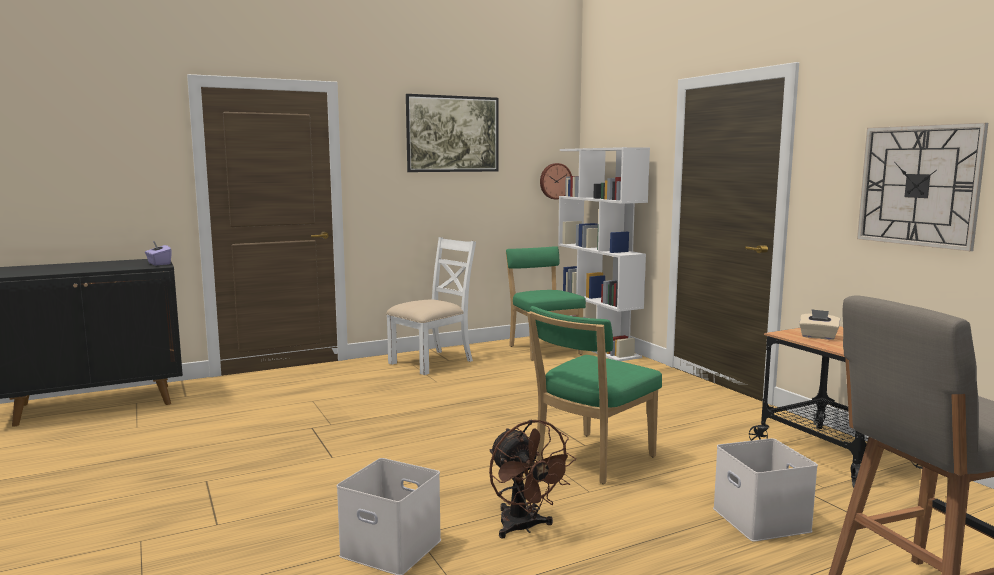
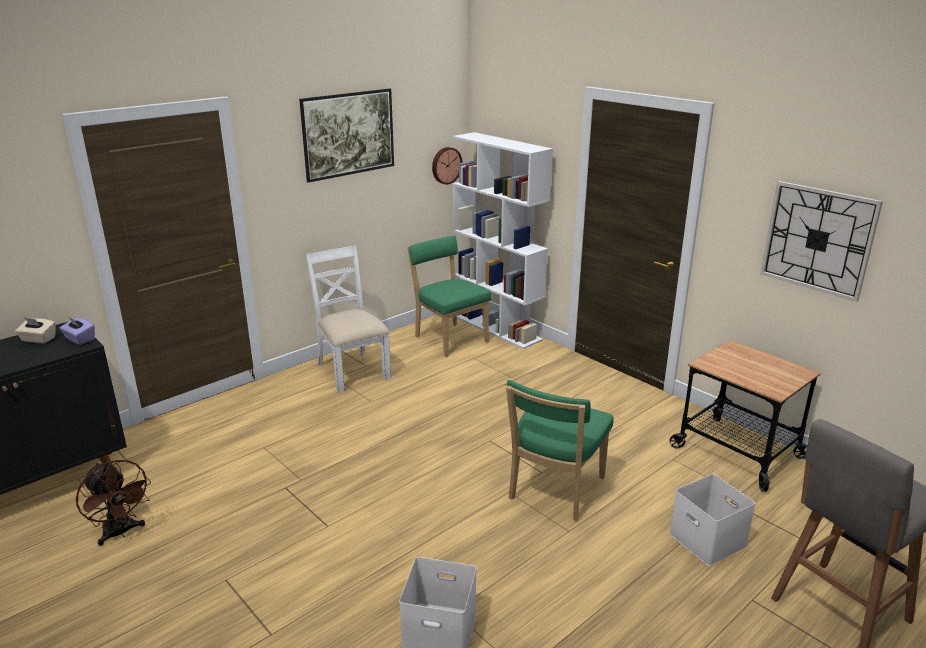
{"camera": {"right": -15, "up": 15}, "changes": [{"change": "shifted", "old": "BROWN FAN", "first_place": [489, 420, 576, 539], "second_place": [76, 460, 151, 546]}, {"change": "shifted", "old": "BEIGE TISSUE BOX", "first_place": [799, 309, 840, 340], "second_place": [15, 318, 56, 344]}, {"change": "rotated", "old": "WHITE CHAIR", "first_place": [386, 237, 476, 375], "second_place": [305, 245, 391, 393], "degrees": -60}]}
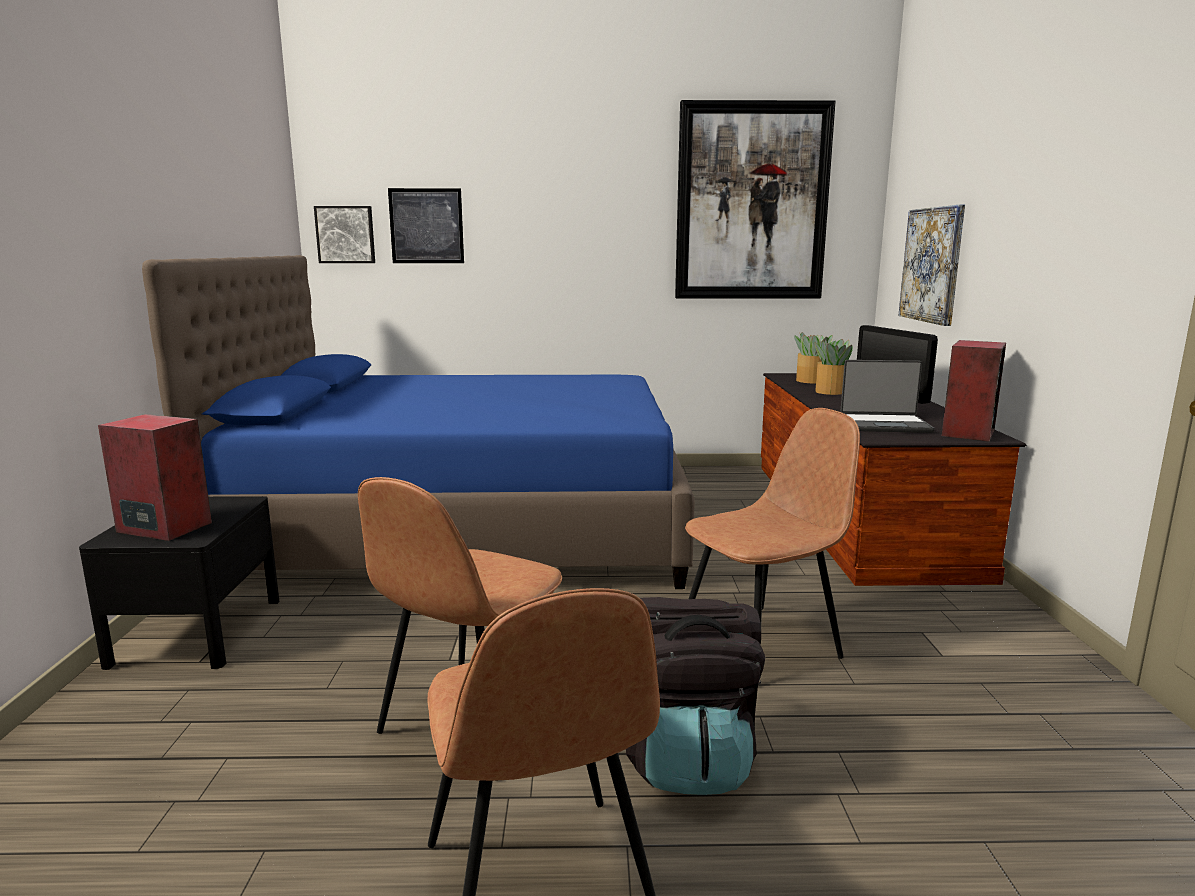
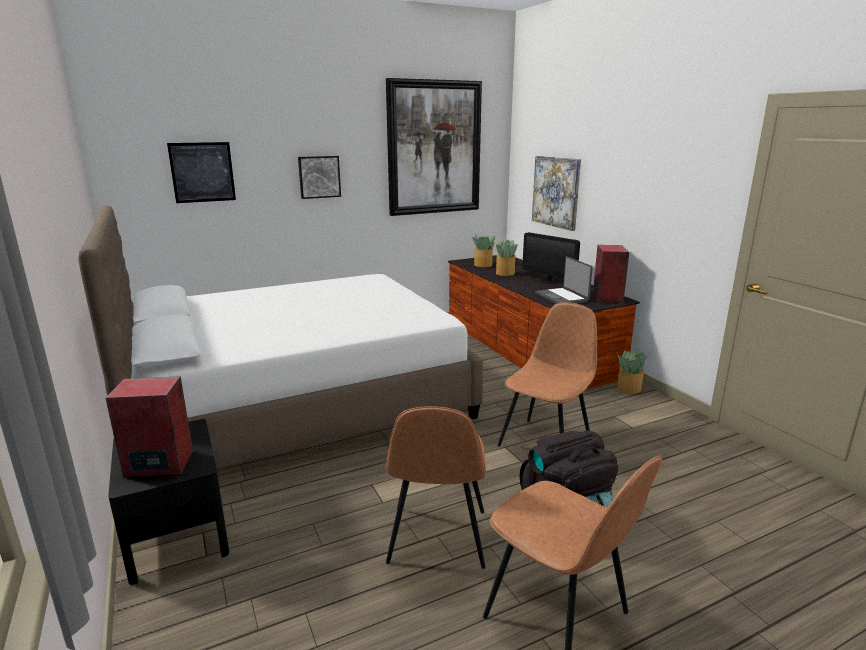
{"camera": {"right": -25, "up": 5}, "changes": [{"change": "new", "new": "POTTED PLANT", "second_place": [617, 350, 647, 393]}, {"change": "shifted", "old": "PICTURE", "first_place": [314, 206, 375, 263], "second_place": [298, 156, 341, 199]}, {"change": "repainted", "old": "BLUE BED", "new": "WHITE BED", "first_place": [142, 255, 695, 589], "second_place": [78, 205, 483, 468]}, {"change": "rotated", "old": "LAPTOP", "first_place": [840, 360, 934, 433], "second_place": [535, 256, 593, 304], "degrees": 90}]}
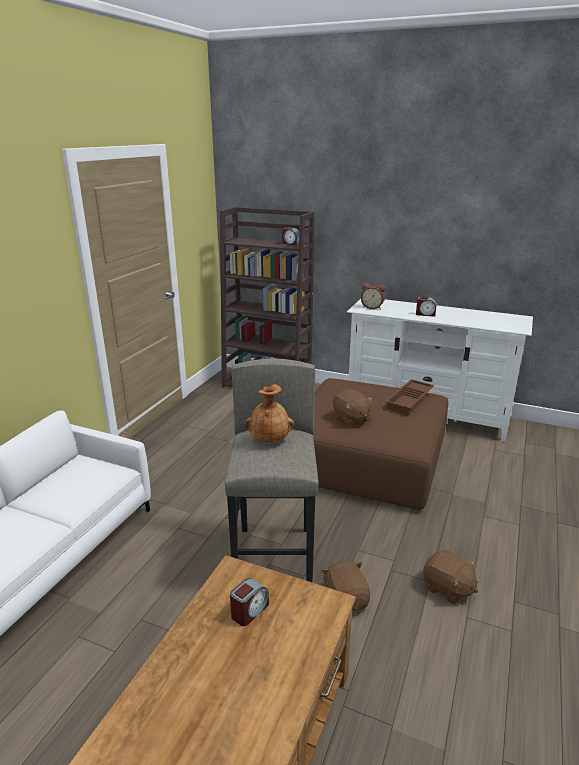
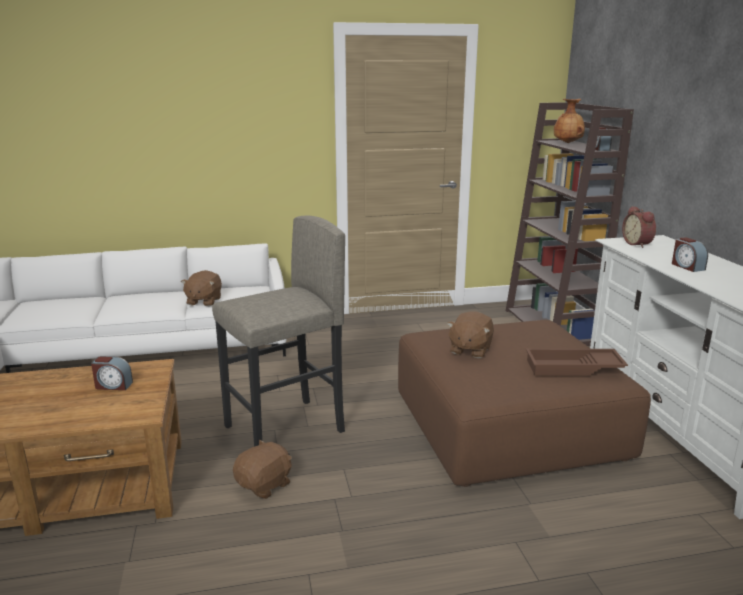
{"camera": {"right": 55, "up": -5}, "changes": [{"change": "shifted", "old": "BROWN VASE", "first_place": [245, 384, 294, 442], "second_place": [554, 99, 585, 143]}, {"change": "shifted", "old": "BROWN PLUSH TOY", "first_place": [423, 550, 478, 605], "second_place": [181, 270, 222, 306]}]}
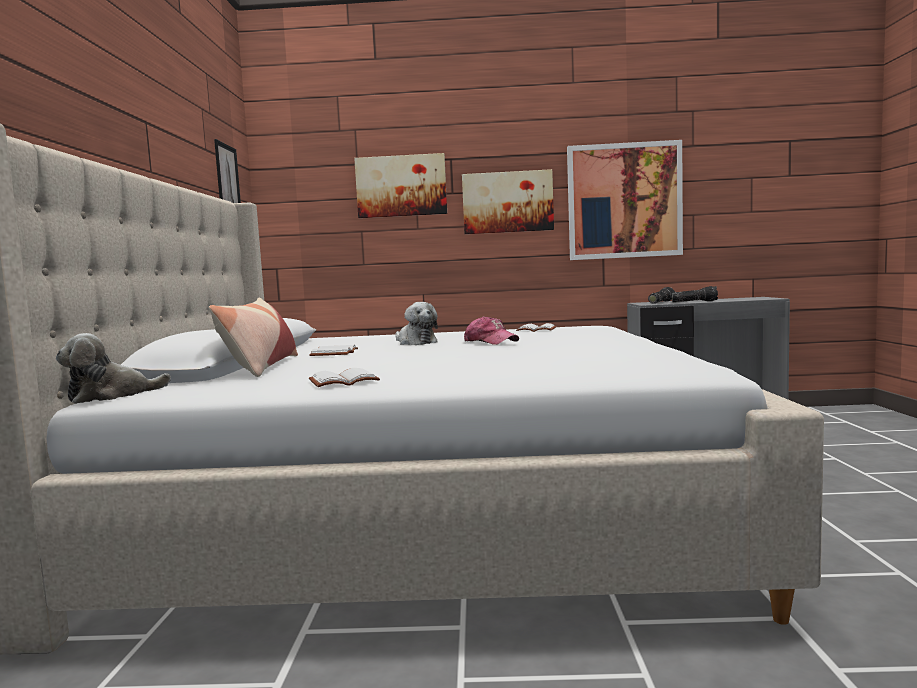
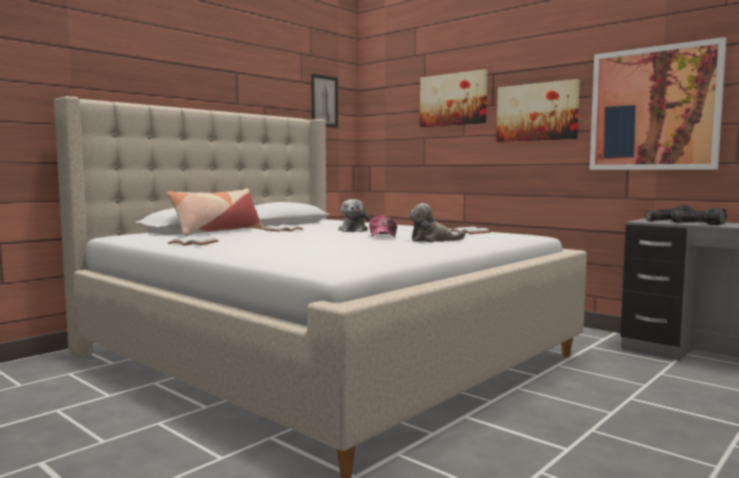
{"camera": {"right": 40, "up": 0}, "changes": [{"change": "shifted", "old": "PLUSH TOY", "first_place": [56, 333, 171, 404], "second_place": [408, 203, 465, 242]}]}
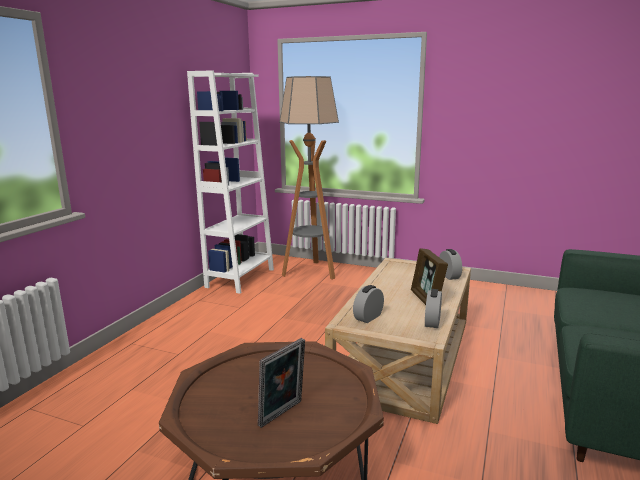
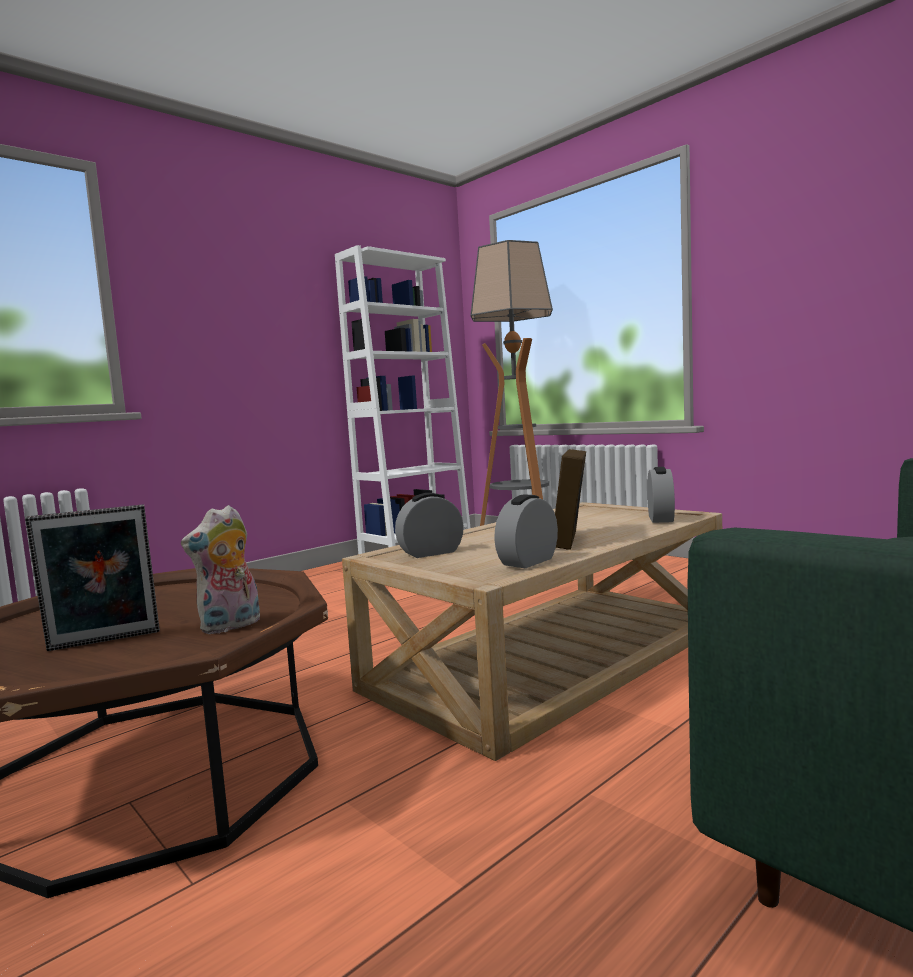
{"camera": {"right": 25, "up": -10}, "changes": [{"change": "new", "new": "PLUSH TOY", "second_place": [181, 505, 260, 634]}]}
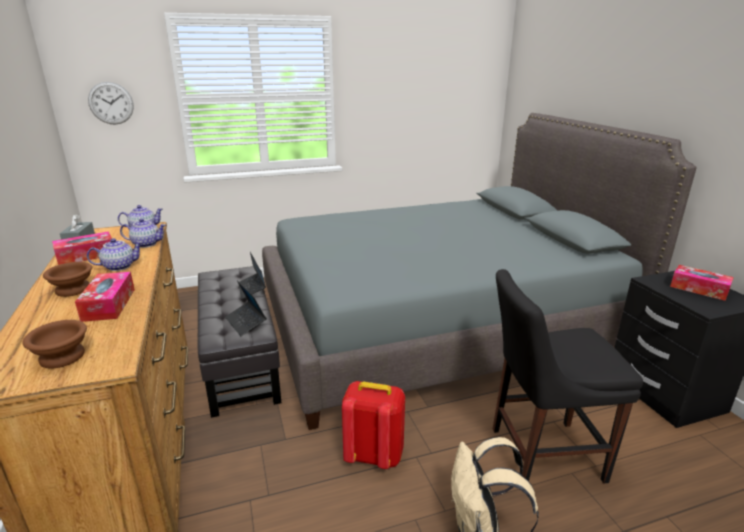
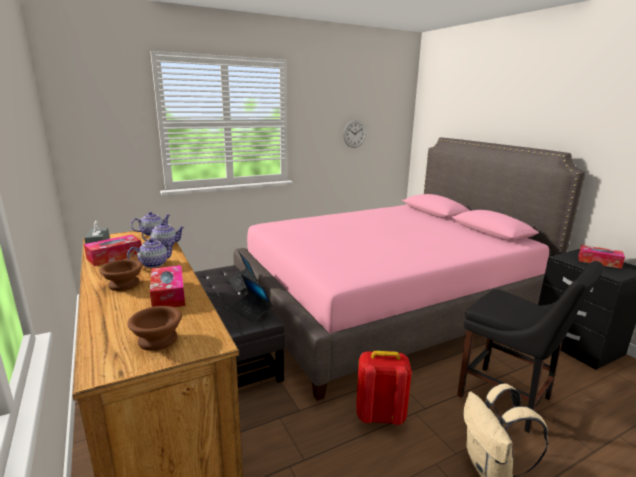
{"camera": {"right": -10, "up": -5}, "changes": [{"change": "shifted", "old": "WALL CLOCK", "first_place": [88, 82, 134, 125], "second_place": [343, 120, 366, 148]}, {"change": "repainted", "old": "GREY BED", "new": "PINK BED", "first_place": [262, 113, 697, 430], "second_place": [234, 137, 586, 401]}, {"change": "rotated", "old": "BLACK CHAIR", "first_place": [493, 269, 643, 483], "second_place": [457, 261, 603, 433], "degrees": -120}]}
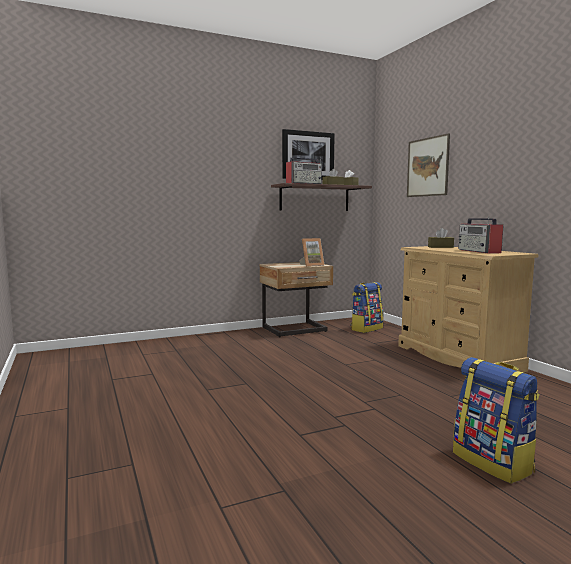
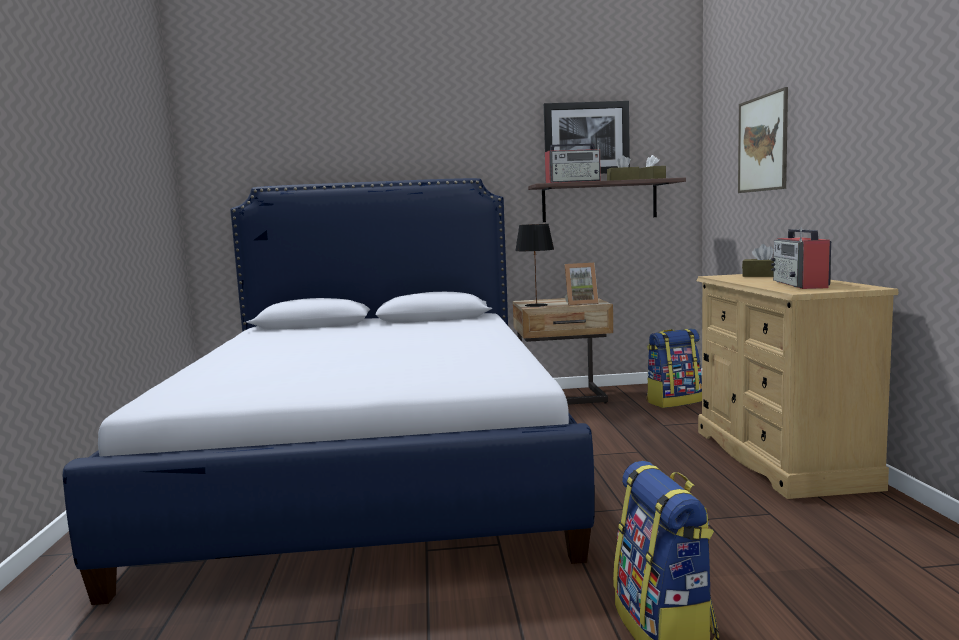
{"camera": {"right": 20, "up": 0}, "changes": [{"change": "new", "new": "BED", "second_place": [63, 178, 595, 605]}, {"change": "new", "new": "BLACK TABLE LAMP", "second_place": [515, 224, 554, 307]}]}
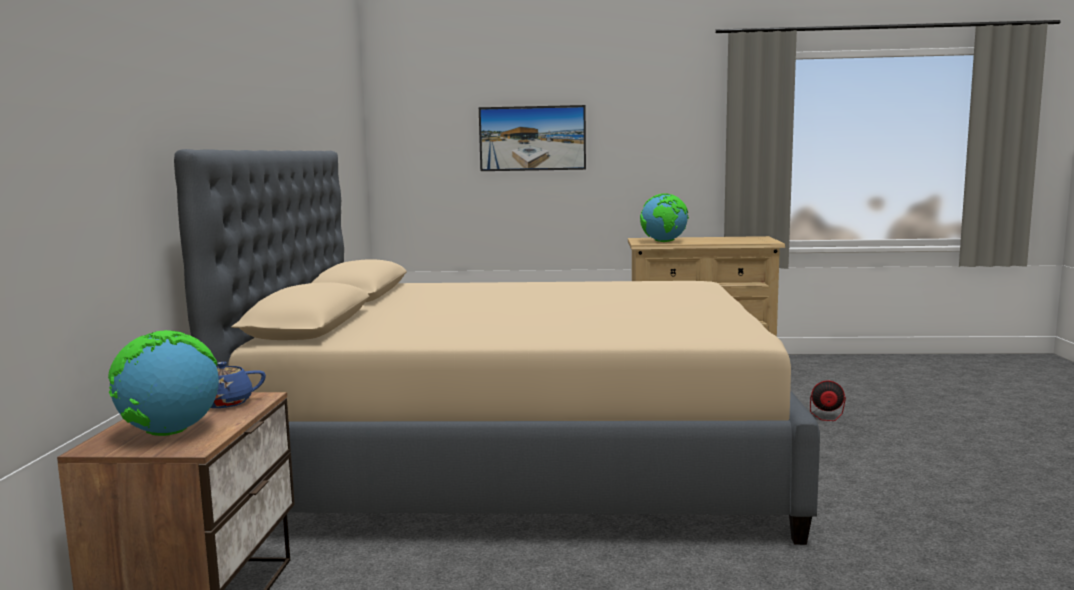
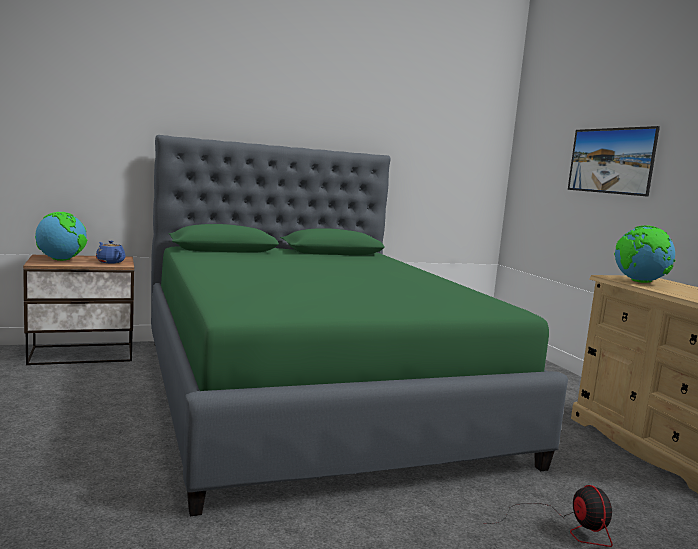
{"camera": {"right": 65, "up": 0}, "changes": [{"change": "repainted", "old": "BEIGE BED", "new": "GREEN BED", "first_place": [174, 149, 820, 545], "second_place": [151, 135, 568, 516]}]}
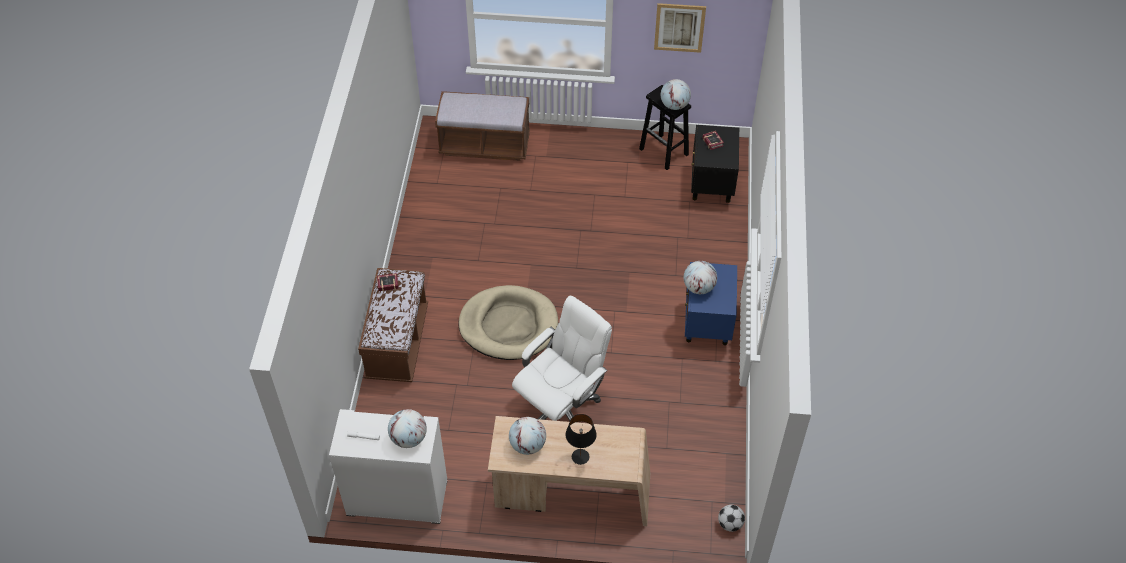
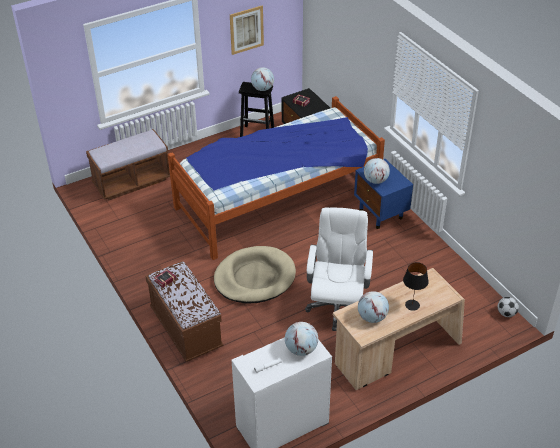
{"camera": {"right": -35, "up": -10}, "changes": [{"change": "new", "new": "BED", "second_place": [168, 96, 385, 260]}]}
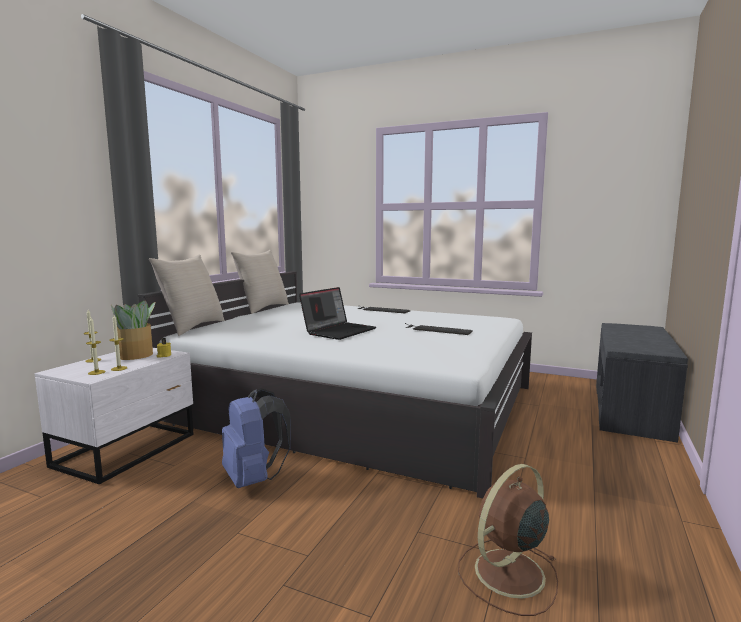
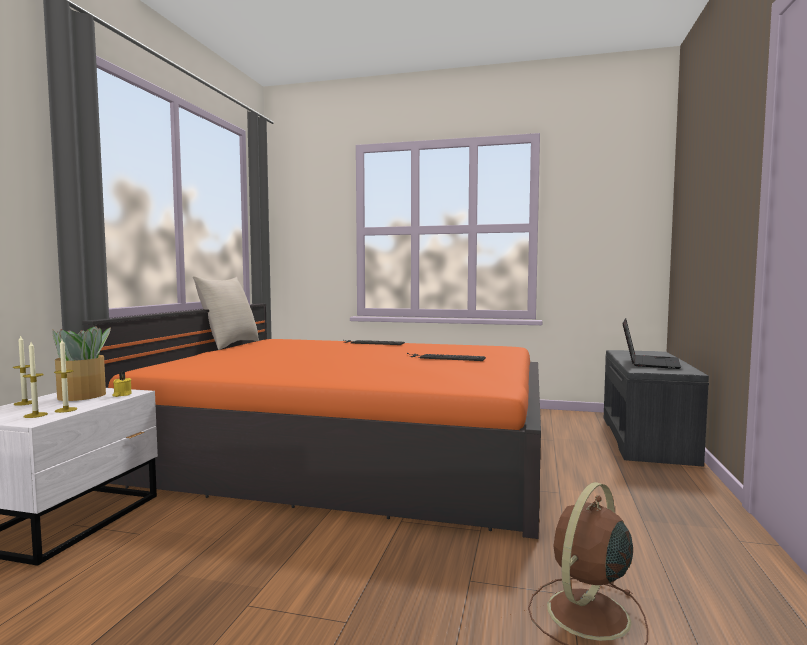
{"camera": {"right": -10, "up": -5}, "changes": [{"change": "gone", "old": "BEIGE PILLOW", "first_place": [149, 254, 225, 336]}, {"change": "gone", "old": "BLUE BACKPACK", "first_place": [222, 388, 291, 488]}, {"change": "shifted", "old": "LAPTOP", "first_place": [299, 287, 376, 340], "second_place": [622, 318, 681, 369]}, {"change": "repainted", "old": "WHITE BED", "new": "ORANGE BED", "first_place": [137, 271, 532, 499], "second_place": [82, 304, 541, 539]}]}
